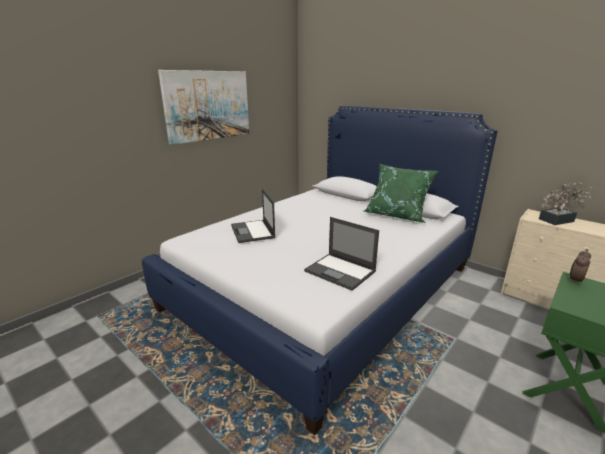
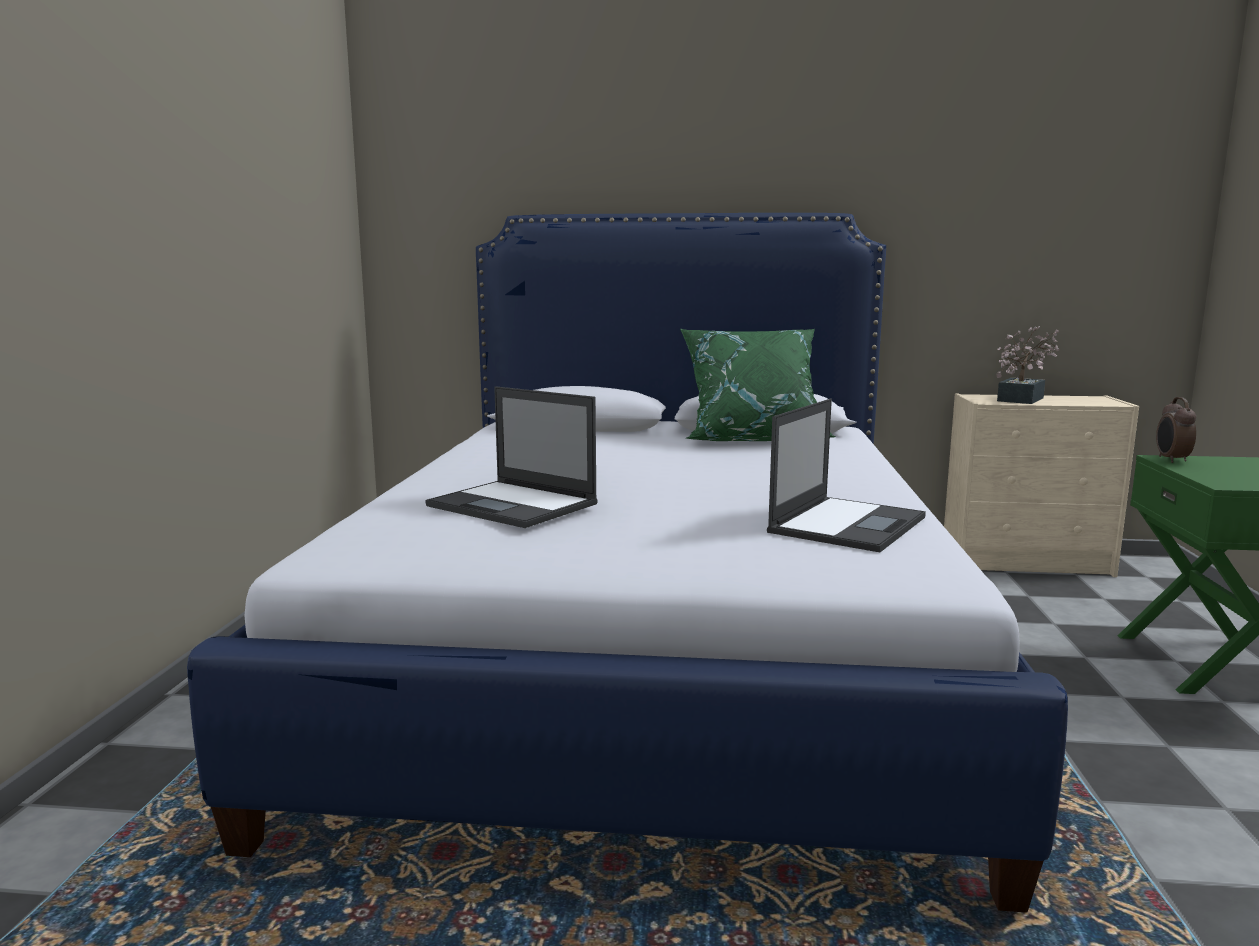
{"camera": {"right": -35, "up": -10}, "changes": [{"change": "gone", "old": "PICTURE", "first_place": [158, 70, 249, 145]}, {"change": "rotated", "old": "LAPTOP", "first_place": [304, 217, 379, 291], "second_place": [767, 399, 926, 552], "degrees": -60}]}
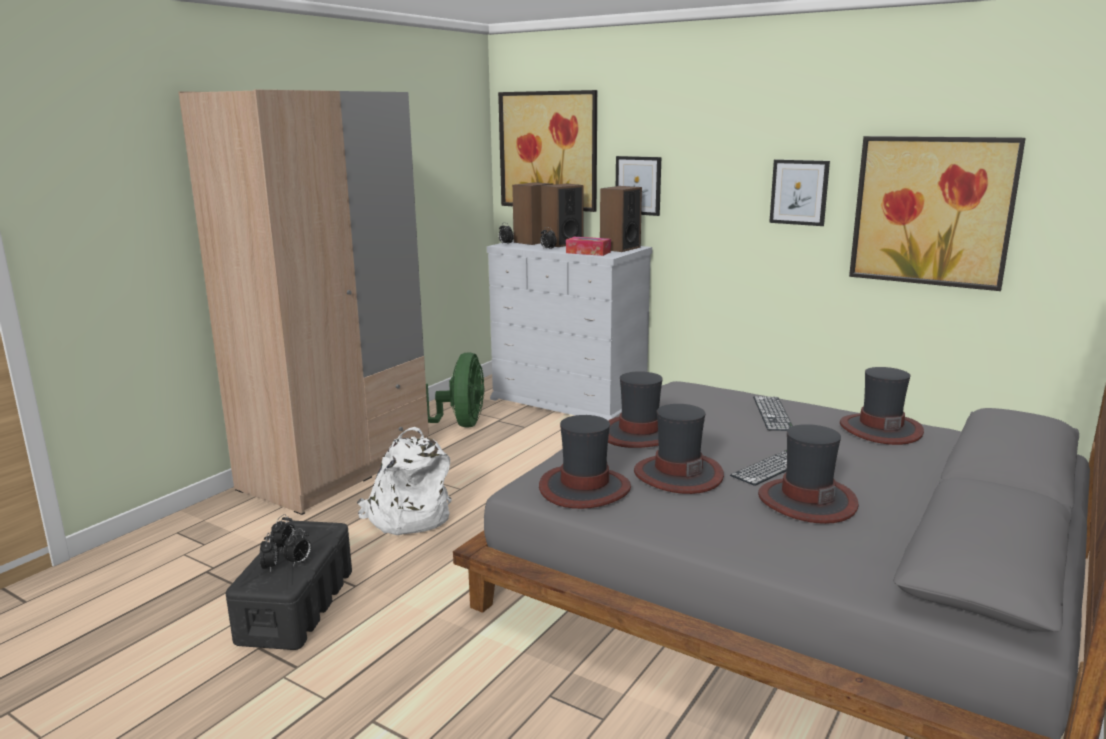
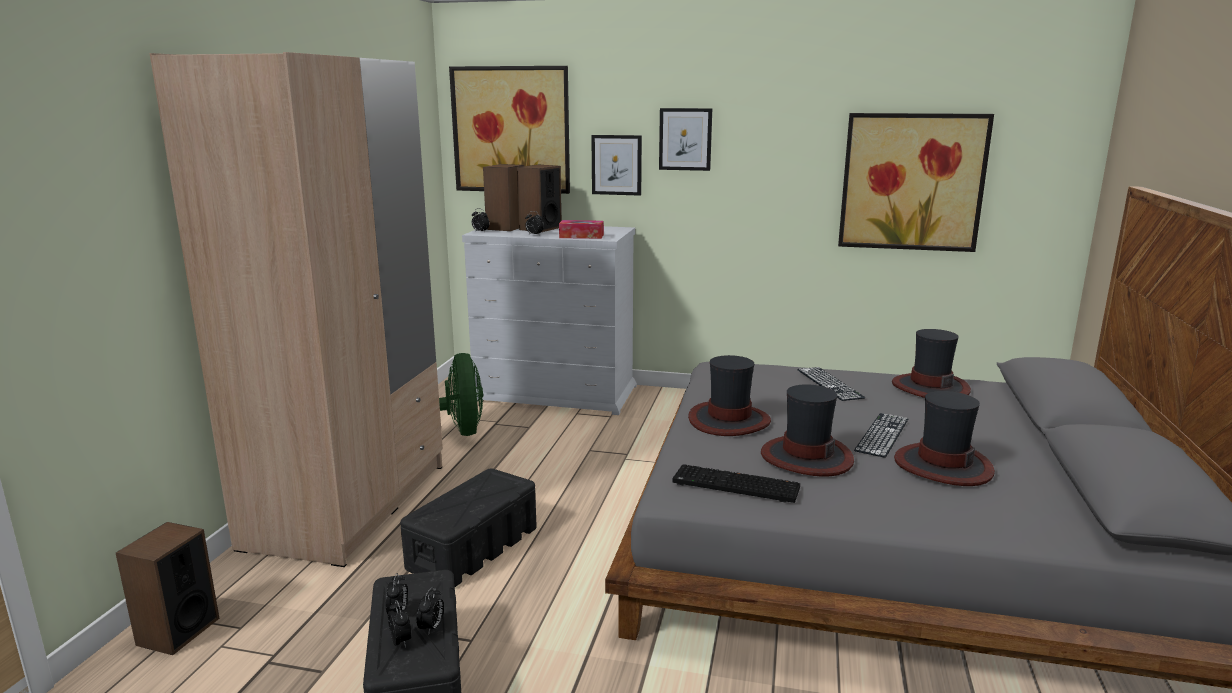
{"camera": {"right": -20, "up": 0}, "changes": [{"change": "shifted", "old": "SPEAKER", "first_place": [600, 186, 642, 252], "second_place": [116, 522, 220, 655]}, {"change": "shifted", "old": "PICTURE", "first_place": [769, 159, 830, 226], "second_place": [659, 108, 712, 171]}, {"change": "swapped", "old": "WHITE BACKPACK", "new": "BLACK STORAGE BOX", "first_place": [357, 427, 452, 535], "second_place": [400, 469, 537, 587]}, {"change": "swapped", "old": "HAT", "new": "KEYBOARD", "first_place": [539, 415, 631, 509], "second_place": [672, 464, 800, 503]}]}
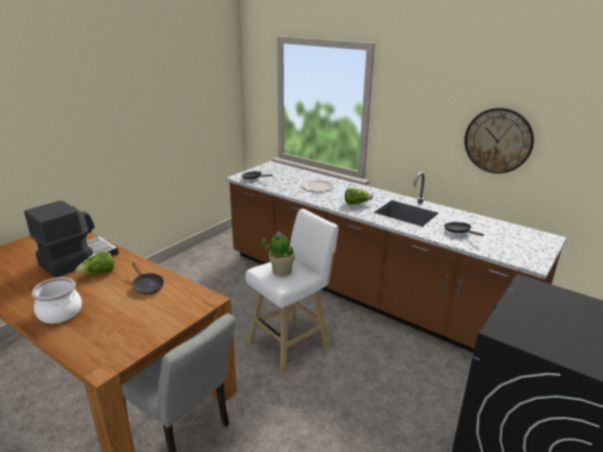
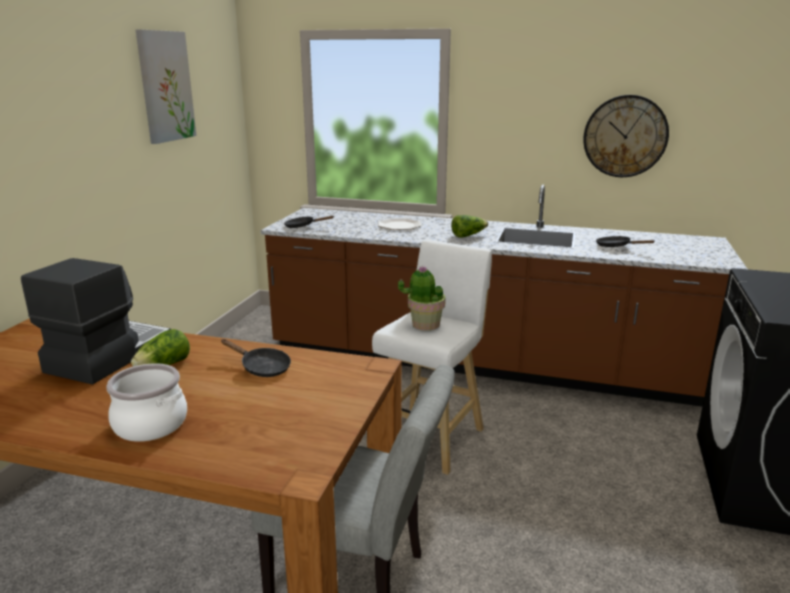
{"camera": {"right": -20, "up": -5}, "changes": [{"change": "new", "new": "PICTURE", "second_place": [136, 29, 196, 144]}]}
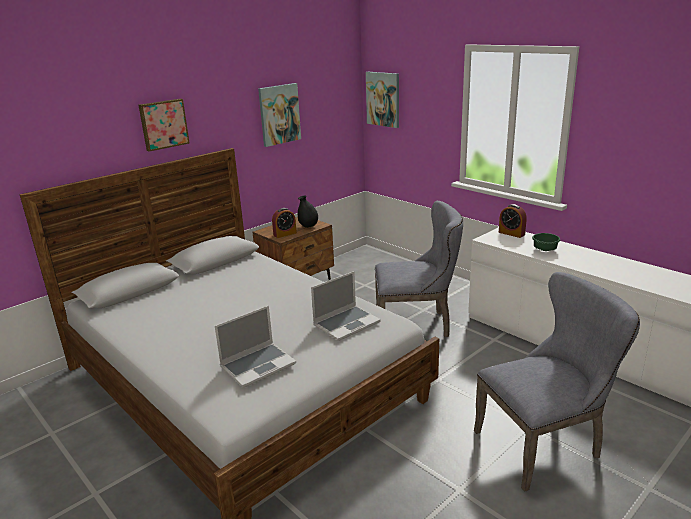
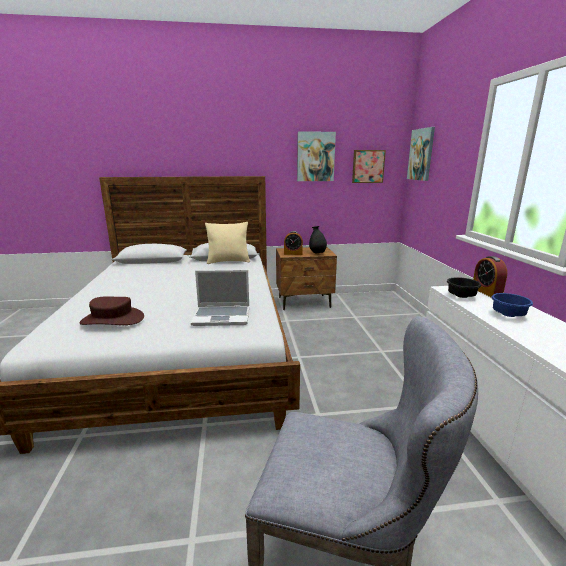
{"camera": {"right": 35, "up": -5}, "changes": [{"change": "gone", "old": "GREY CHAIR", "first_place": [375, 201, 463, 337]}, {"change": "new", "new": "BEIGE PILLOW", "second_place": [205, 222, 250, 264]}, {"change": "new", "new": "BLACK BOWL", "second_place": [447, 277, 481, 298]}, {"change": "shifted", "old": "PICTURE", "first_place": [138, 99, 190, 152], "second_place": [352, 150, 386, 183]}, {"change": "swapped", "old": "LAPTOP", "new": "BROWN HAT", "first_place": [215, 305, 296, 388], "second_place": [79, 297, 144, 325]}, {"change": "repainted", "old": "GREEN BOWL", "new": "BLUE BOWL", "first_place": [532, 233, 560, 251], "second_place": [491, 293, 533, 317]}]}
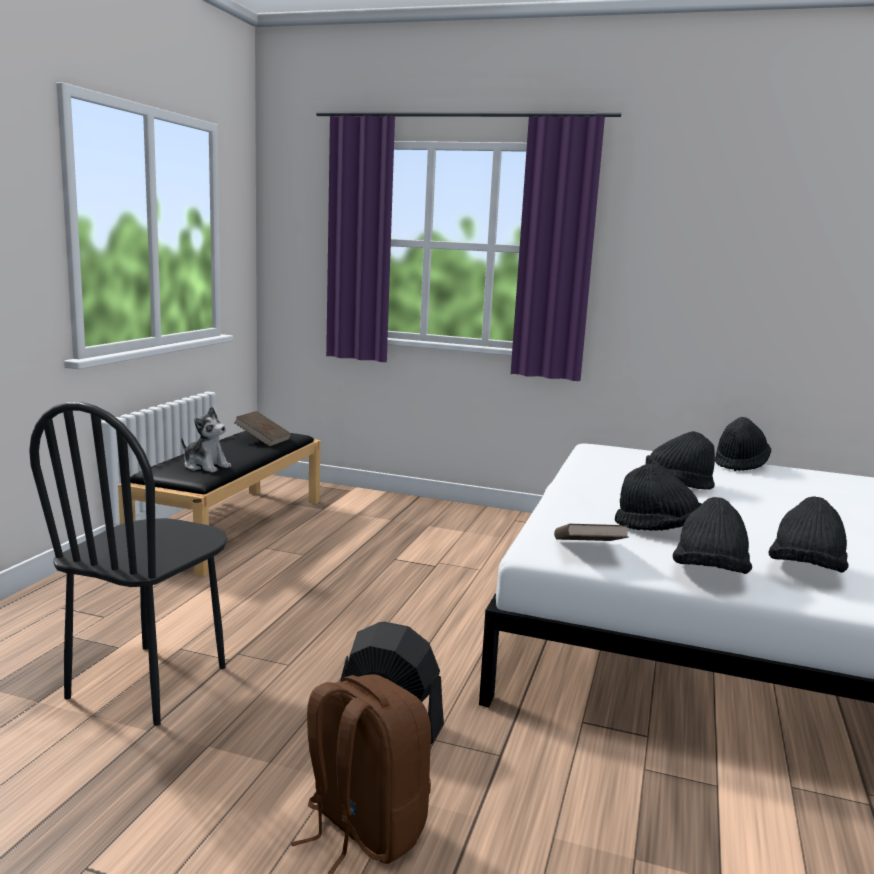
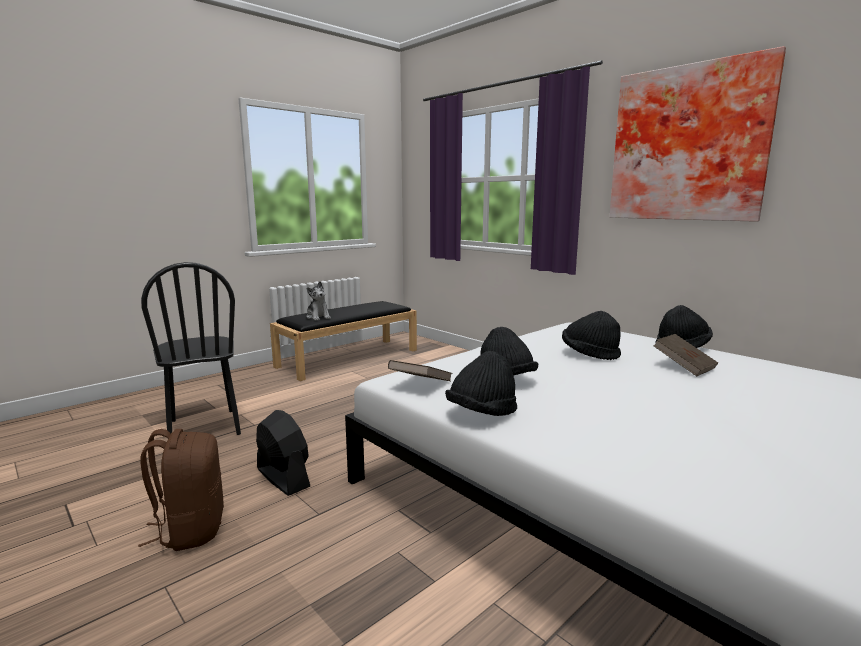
{"camera": {"right": 30, "up": 0}, "changes": [{"change": "gone", "old": "BLACK HAT", "first_place": [769, 496, 849, 573]}, {"change": "new", "new": "PICTURE", "second_place": [609, 46, 786, 222]}, {"change": "shifted", "old": "BROWN BOOK", "first_place": [234, 411, 292, 446], "second_place": [653, 334, 718, 376]}, {"change": "rotated", "old": "BLACK CHAIR", "first_place": [29, 402, 227, 726], "second_place": [141, 262, 241, 435], "degrees": -75}]}
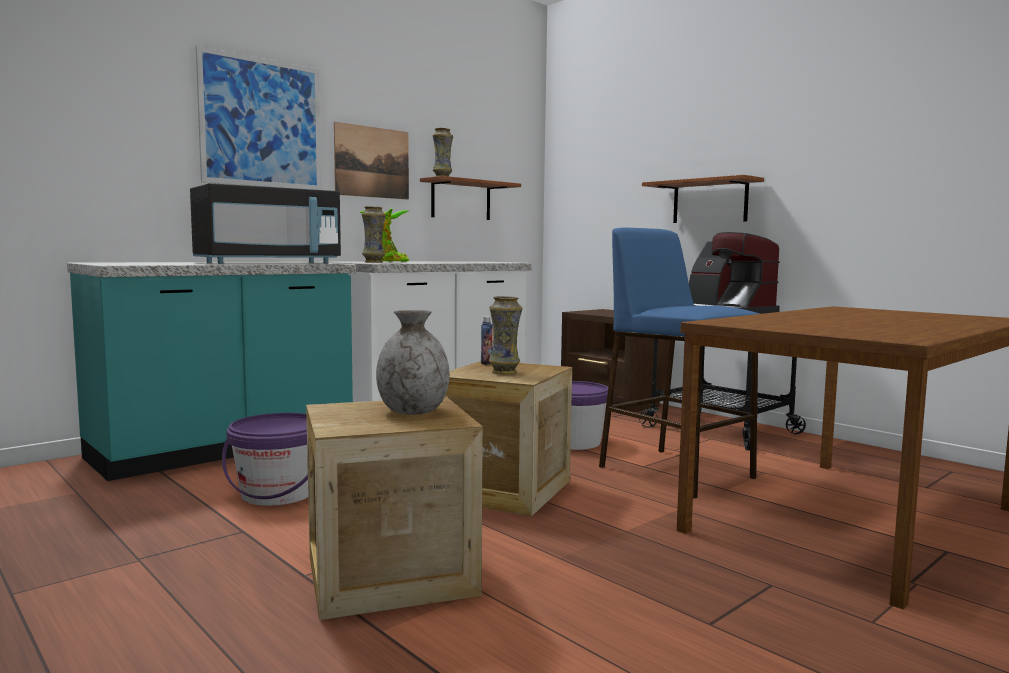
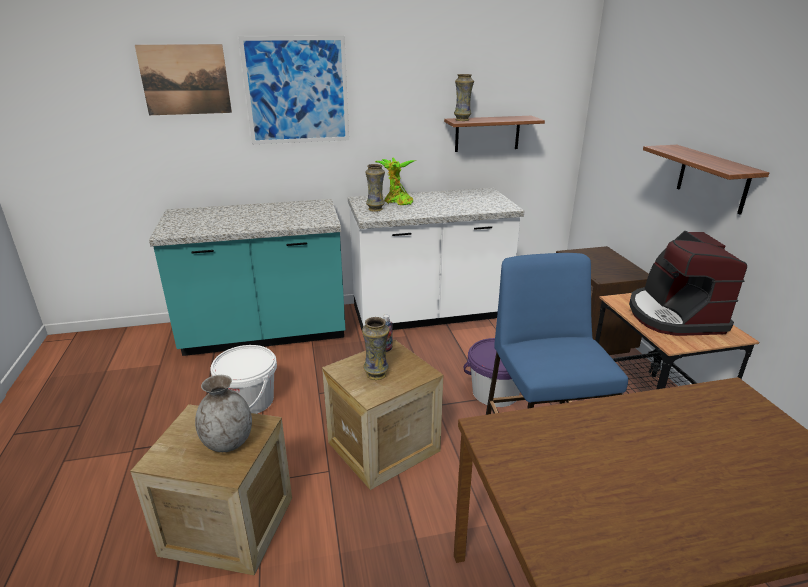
{"camera": {"right": 30, "up": 20}, "changes": [{"change": "gone", "old": "BLACK MICROWAVE", "first_place": [190, 183, 341, 264]}, {"change": "shifted", "old": "PICTURE", "first_place": [334, 122, 409, 200], "second_place": [135, 44, 232, 115]}, {"change": "repainted", "old": "PURPLE BUCKET", "new": "WHITE BUCKET", "first_place": [222, 413, 308, 506], "second_place": [211, 345, 277, 414]}]}
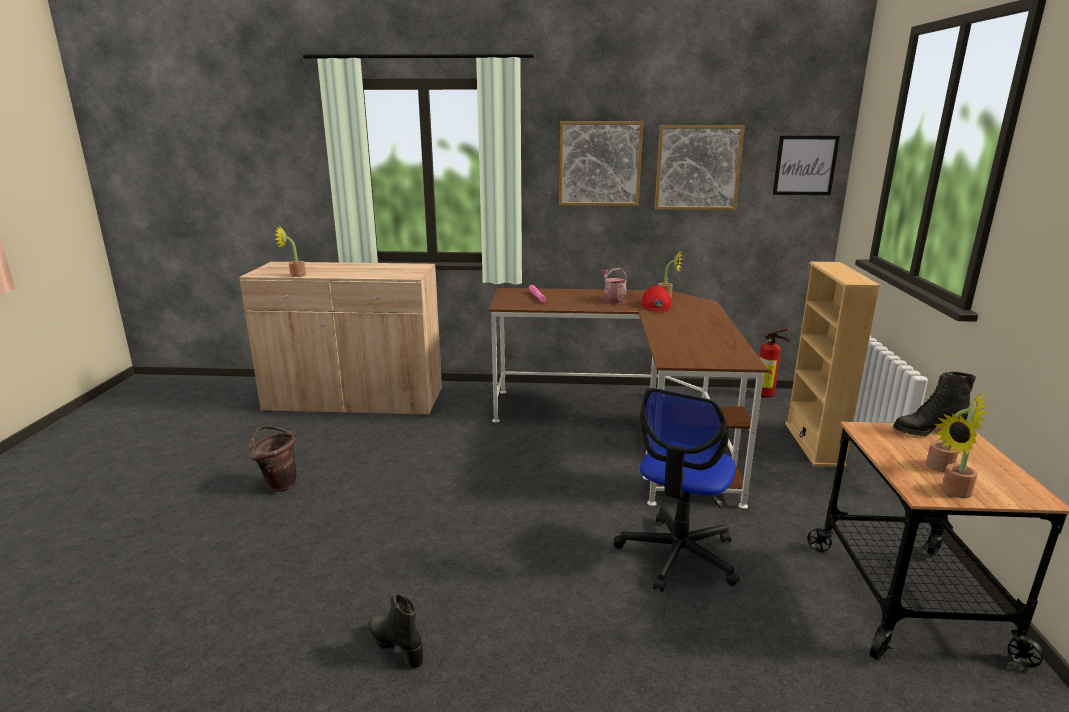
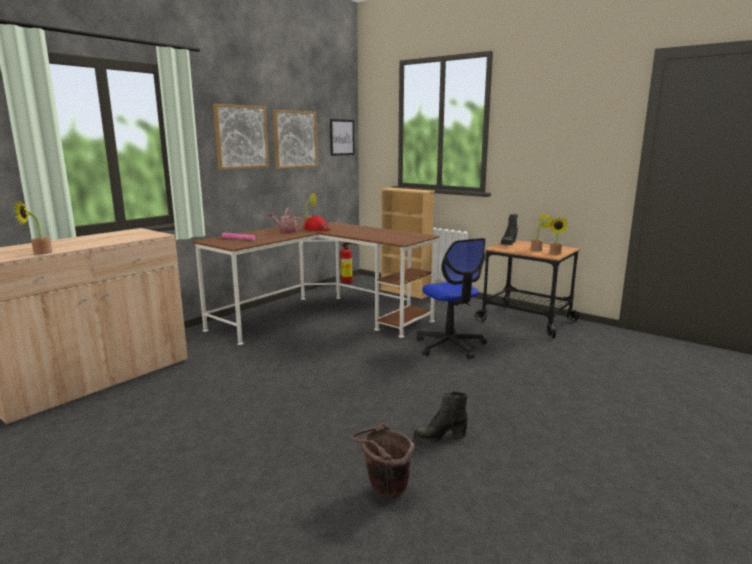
{"camera": {"right": -55, "up": -5}, "changes": [{"change": "shifted", "old": "BROWN BUCKET", "first_place": [249, 426, 297, 492], "second_place": [351, 423, 415, 499]}]}
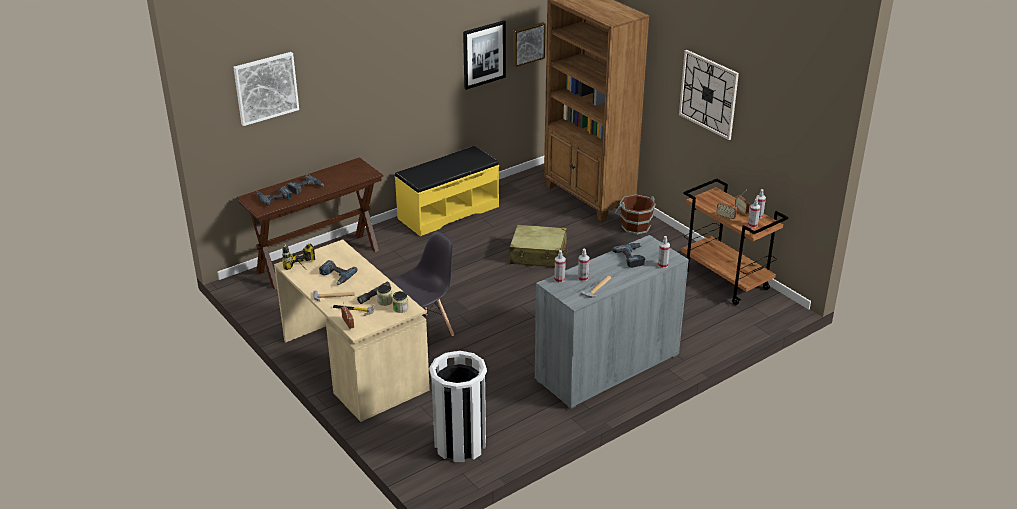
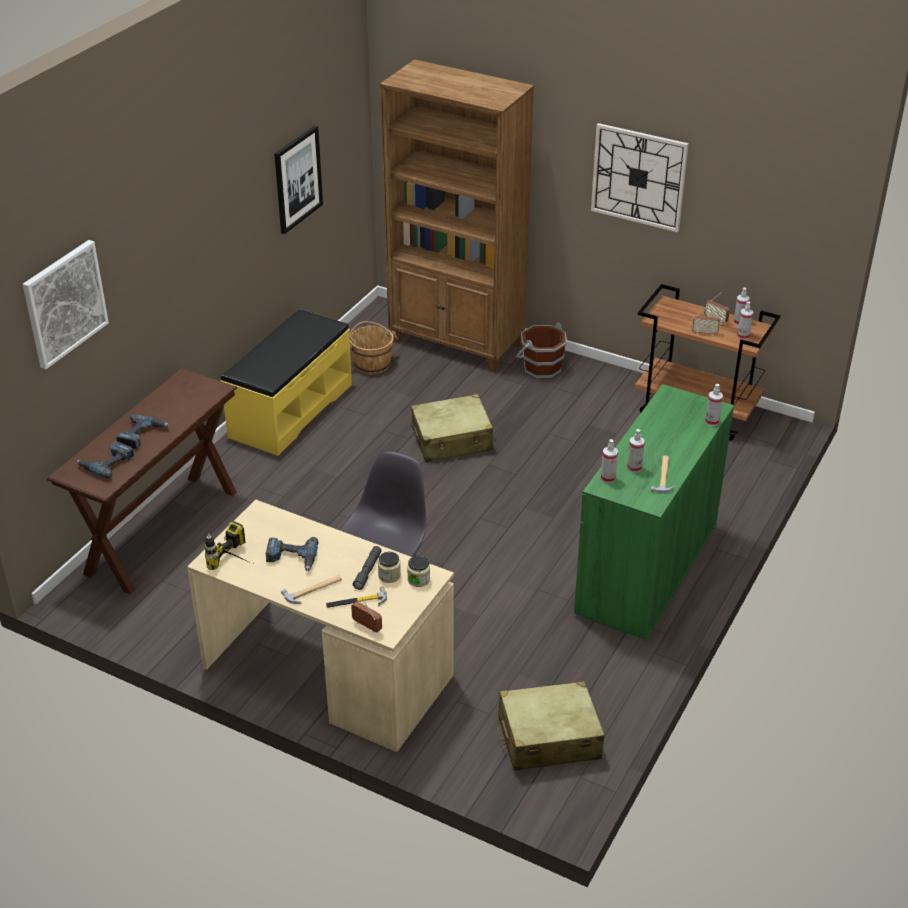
{"camera": {"right": -25, "up": 5}, "changes": [{"change": "gone", "old": "PICTURE", "first_place": [513, 22, 546, 67]}, {"change": "gone", "old": "POWER DRILL", "first_place": [612, 243, 645, 268]}, {"change": "new", "new": "BROWN BUCKET", "second_place": [349, 321, 399, 374]}, {"change": "swapped", "old": "WHITE TRASH CAN", "new": "BEIGE SUITCASE", "first_place": [429, 351, 487, 462], "second_place": [496, 681, 604, 771]}, {"change": "repainted", "old": "GREY CABINET", "new": "GREEN CABINET", "first_place": [535, 235, 689, 409], "second_place": [574, 384, 734, 641]}]}
